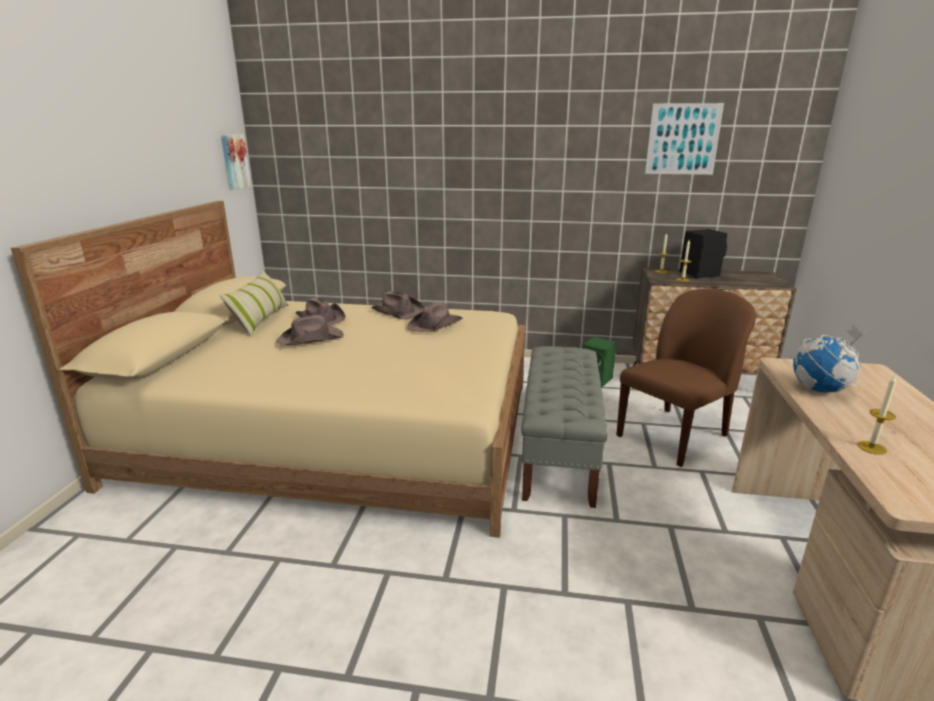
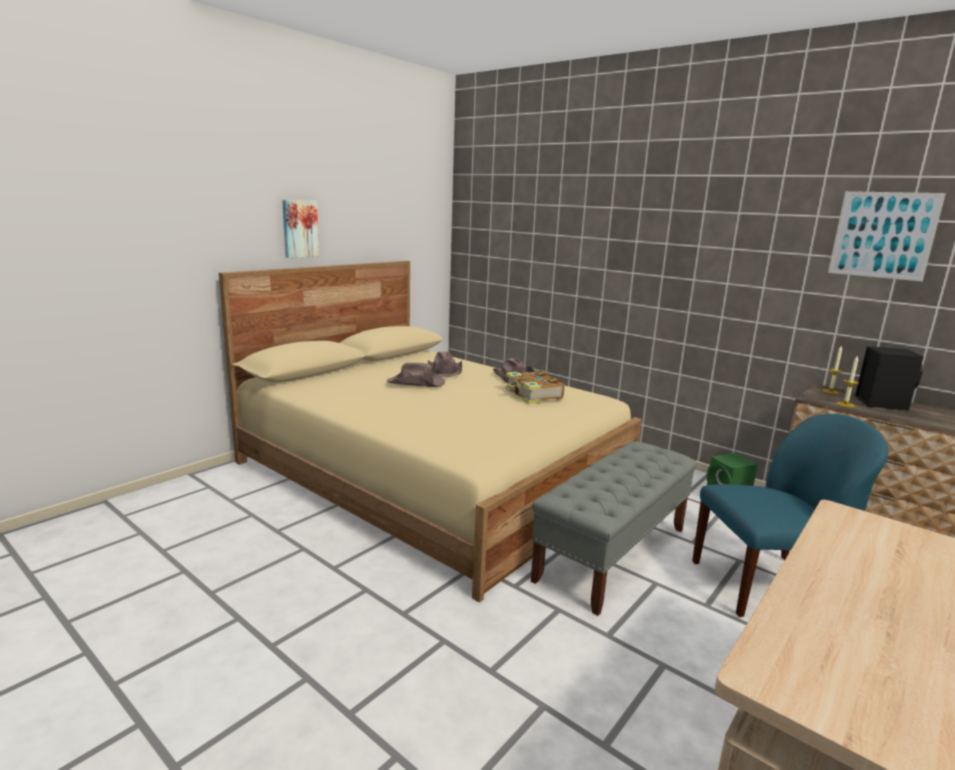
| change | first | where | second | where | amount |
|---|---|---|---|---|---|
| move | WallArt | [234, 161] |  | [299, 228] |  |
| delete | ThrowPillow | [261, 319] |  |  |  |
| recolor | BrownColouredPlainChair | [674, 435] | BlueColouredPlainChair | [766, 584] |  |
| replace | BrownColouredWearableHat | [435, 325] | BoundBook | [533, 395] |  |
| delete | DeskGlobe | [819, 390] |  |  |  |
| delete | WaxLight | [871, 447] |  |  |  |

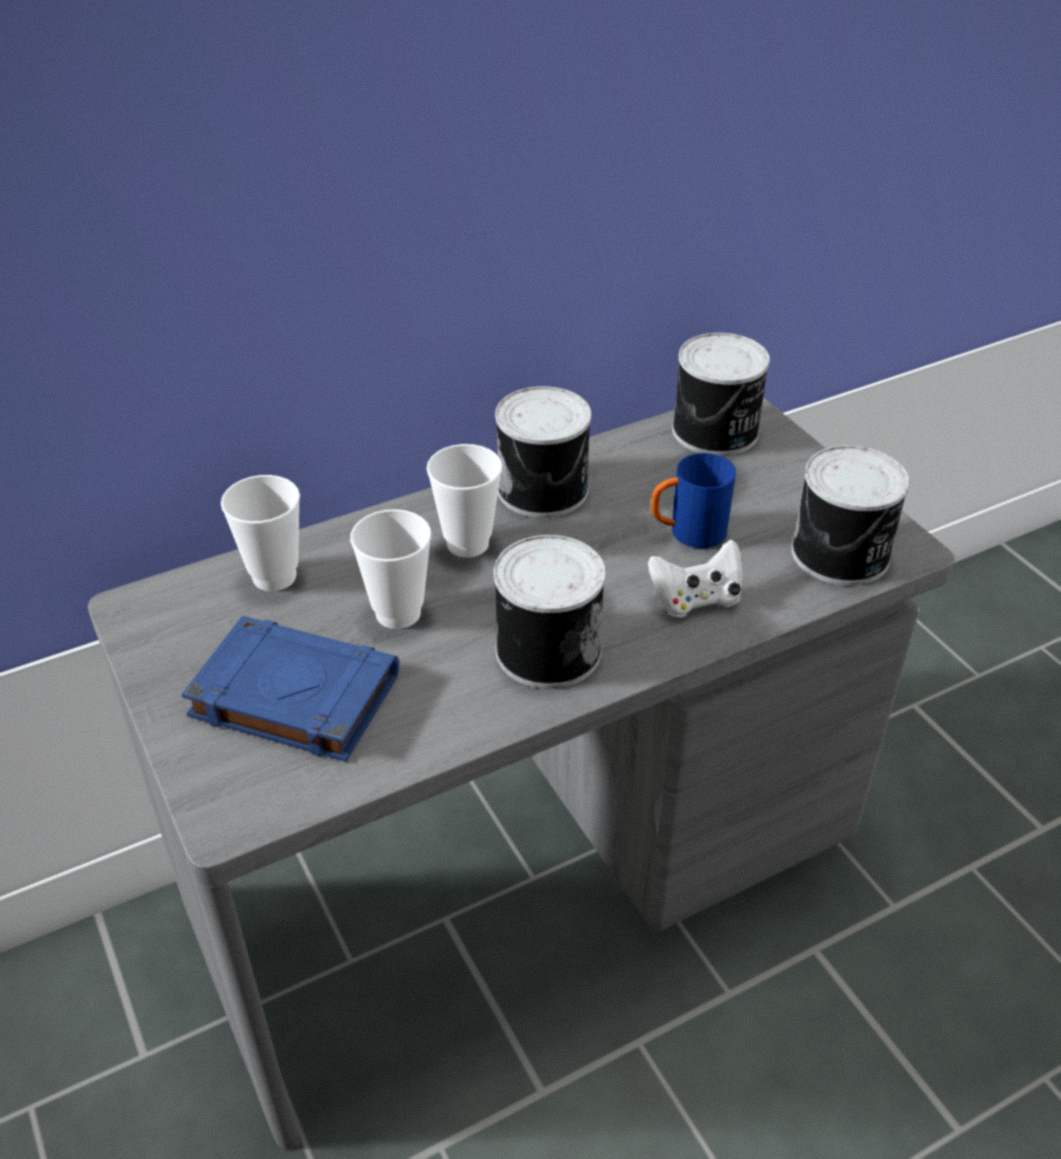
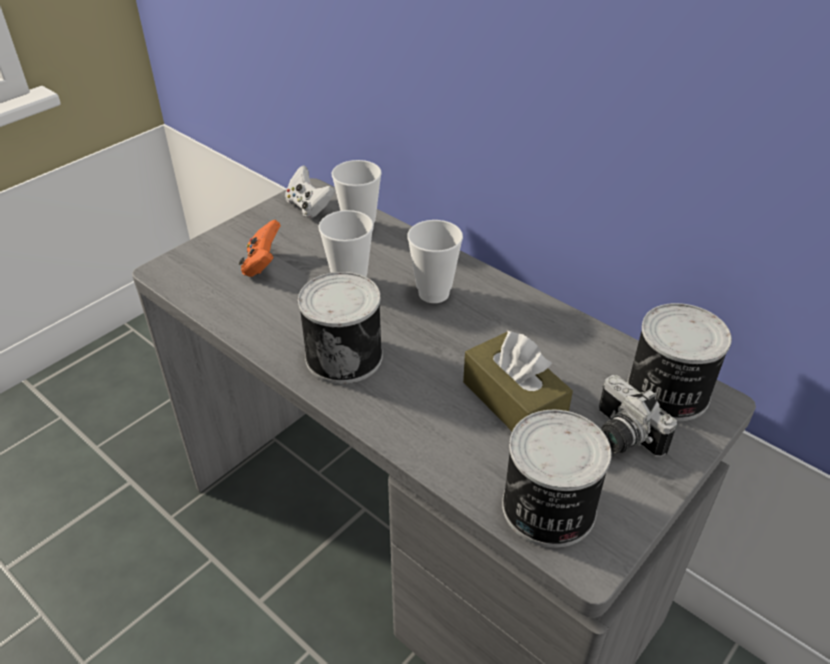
| change | first | where | second | where | amount |
|---|---|---|---|---|---|
| delete | SealedCan | [545, 489] |  |  |  |
| replace | BlueColouredCoffeeMug | [687, 533] | BrownColouredTissueHolder | [513, 401] |  |
| move | WhiteJoypad | [696, 600] |  | [309, 207] |  |
| replace | BlueColouredBoundBook | [292, 696] | OrangeColouredJoypad | [262, 264] |  |
| insert |  |  | StillCamera | [620, 437] |  |

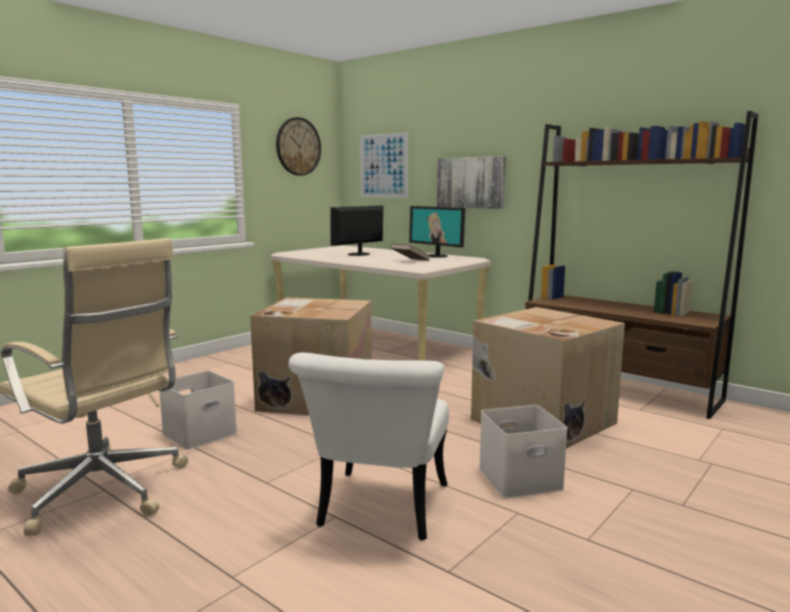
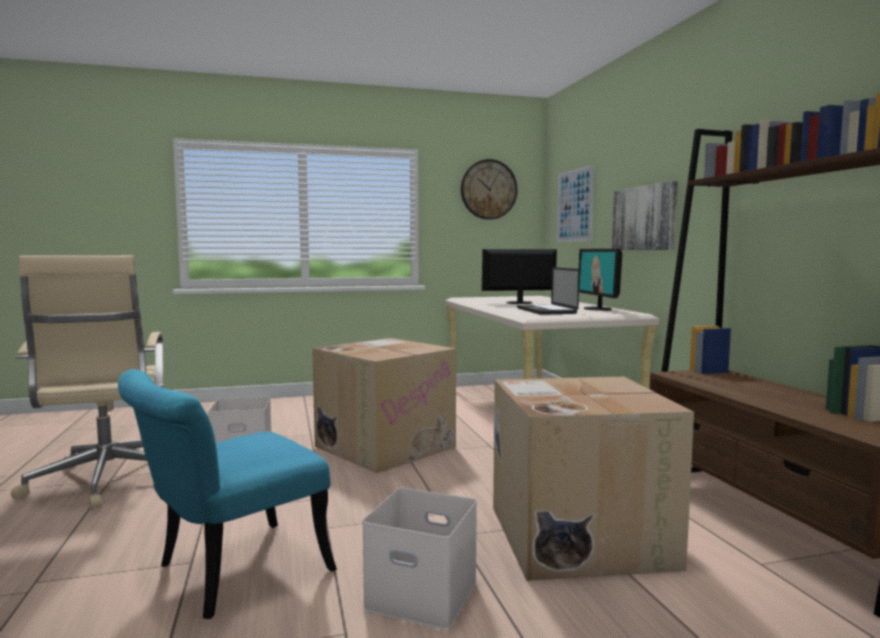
| change | first | where | second | where | amount |
|---|---|---|---|---|---|
| replace | BrownColouredBoundBook | [410, 261] | Laptop | [546, 311] |  |
| recolor | WhitePlainChair | [379, 513] | BlueGreenPlainChair | [227, 574] |  |

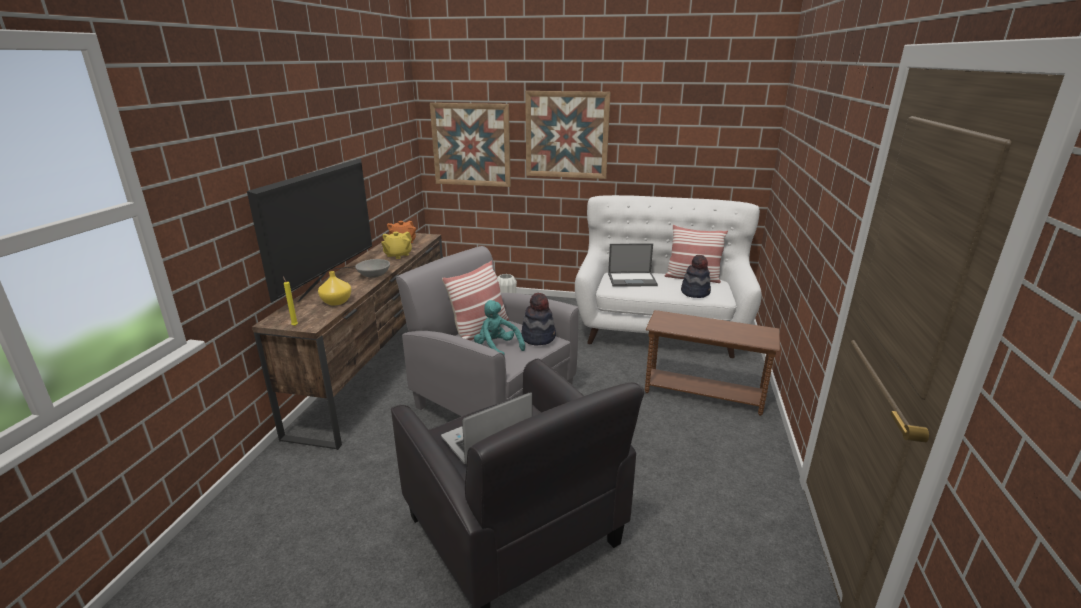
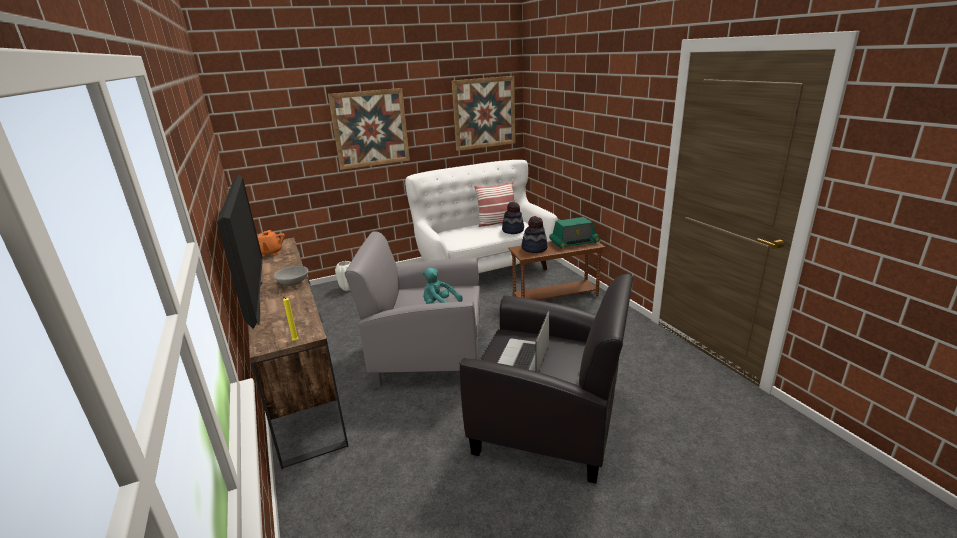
| change | first | where | second | where | amount |
|---|---|---|---|---|---|
| move | WallArt | [471, 145] |  | [484, 113] |  |
| delete | YellowColouredTeaPot | [398, 255] |  |  |  |
| delete | Laptop | [632, 279] |  |  |  |
| delete | ThrowPillow | [480, 330] |  |  |  |
| delete | YellowColouredFlowerVase | [336, 302] |  |  |  |
| move | WearableHat | [538, 337] |  | [534, 248] |  |
| insert |  |  | RadioReceiver | [574, 242] |  |

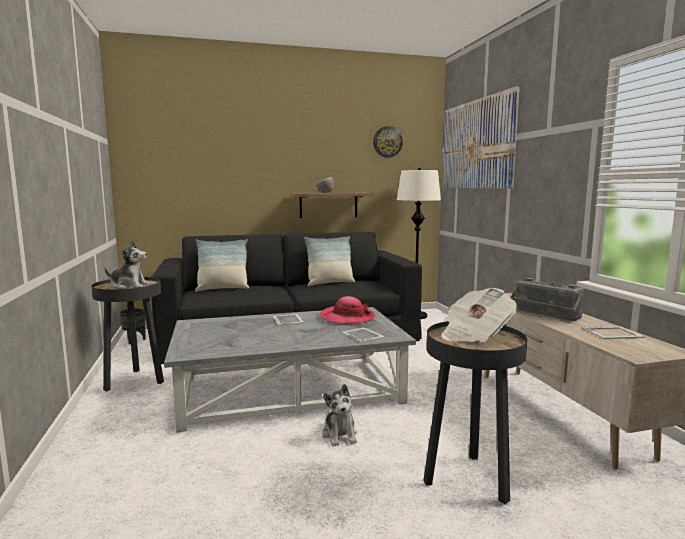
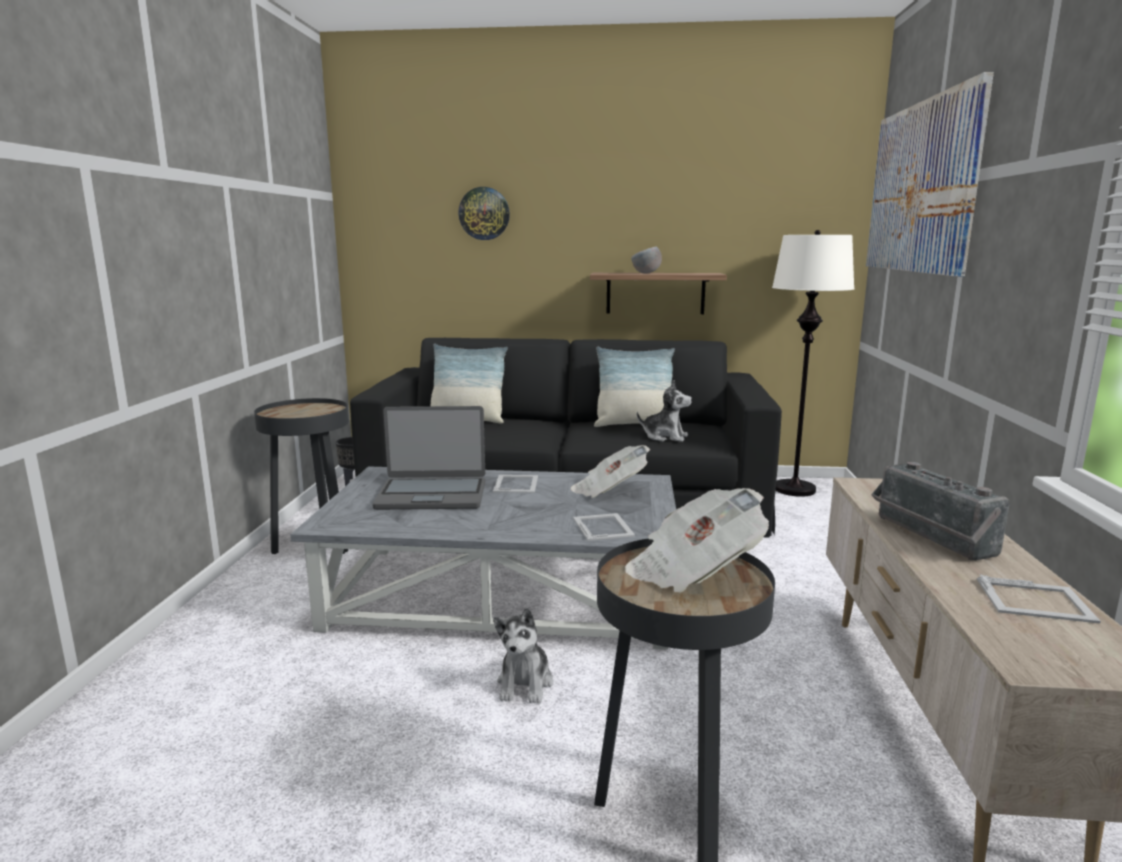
| change | first | where | second | where | amount |
|---|---|---|---|---|---|
| move | WallClock | [387, 142] |  | [484, 213] |  |
| move | CuddlyToy | [129, 286] |  | [665, 437] |  |
| replace | WearableHat | [347, 317] | PrintedPaper | [609, 490] |  |
| insert |  |  | Laptop | [432, 495] |  |

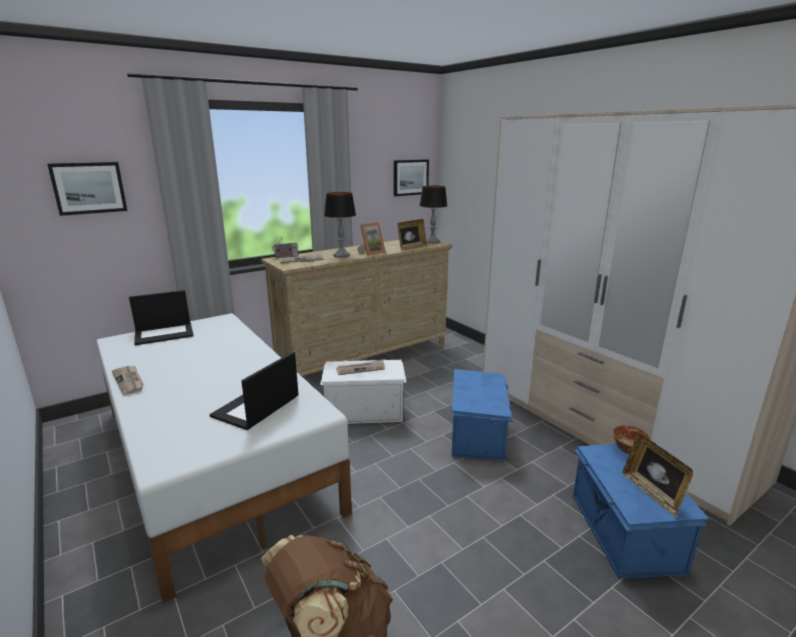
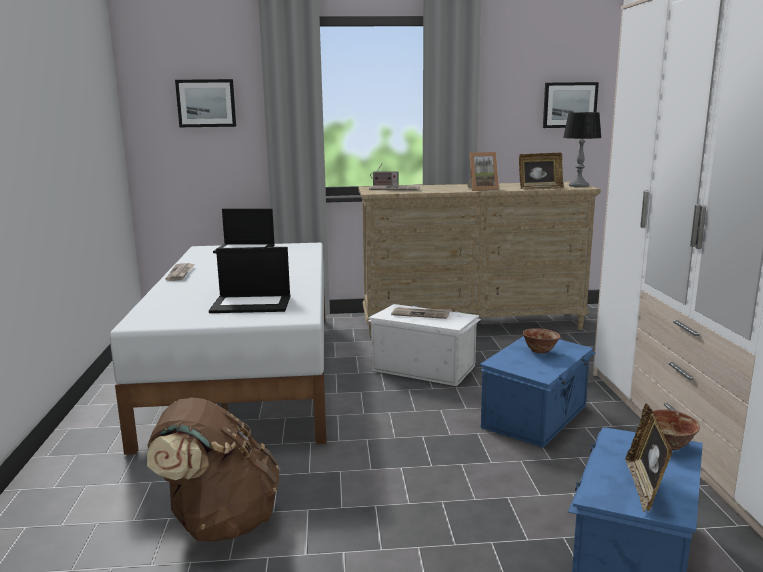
| change | first | where | second | where | amount |
|---|---|---|---|---|---|
| delete | TableLamp | [341, 255] |  |  |  |
| rotate | Laptop | [256, 407] |  | [252, 304] | 150 degrees counterclockwise |
| insert |  |  | DeepDish | [540, 351] |  |

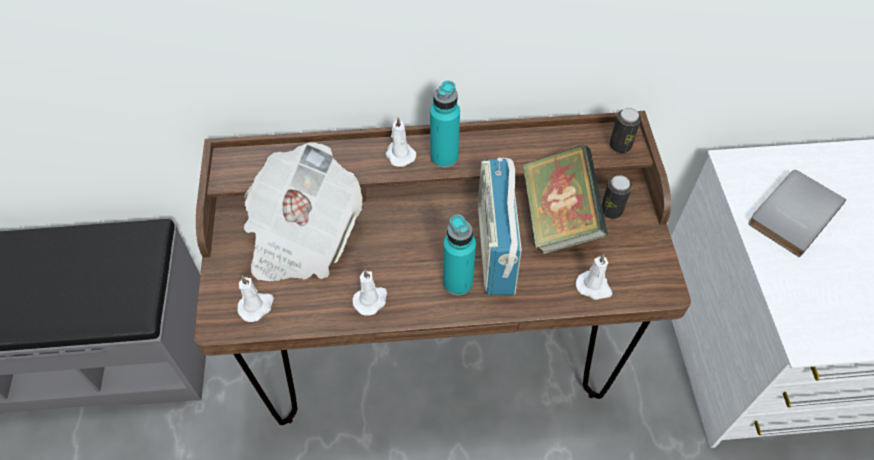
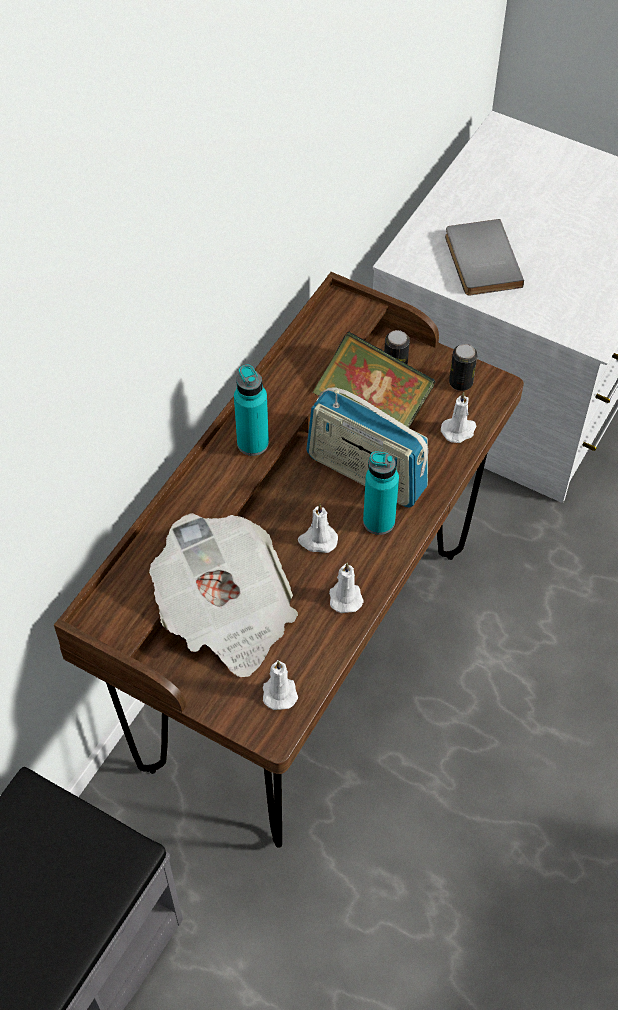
| change | first | where | second | where | amount |
|---|---|---|---|---|---|
| move | SealedCan | [620, 145] |  | [461, 382] |  |
| move | WhiteWaxLight | [399, 154] |  | [317, 540] |  |

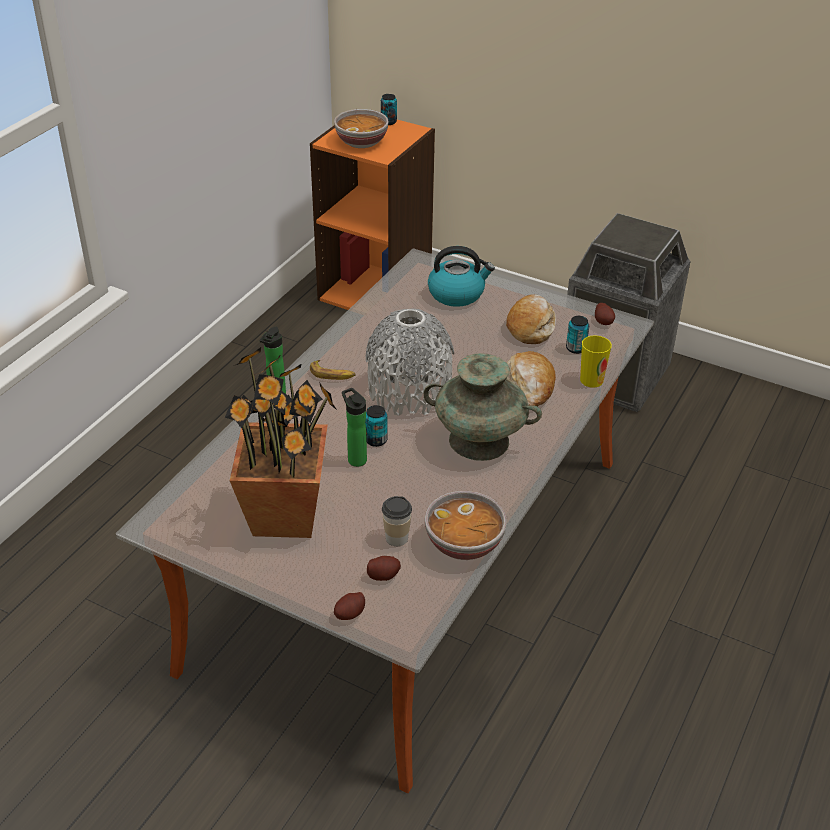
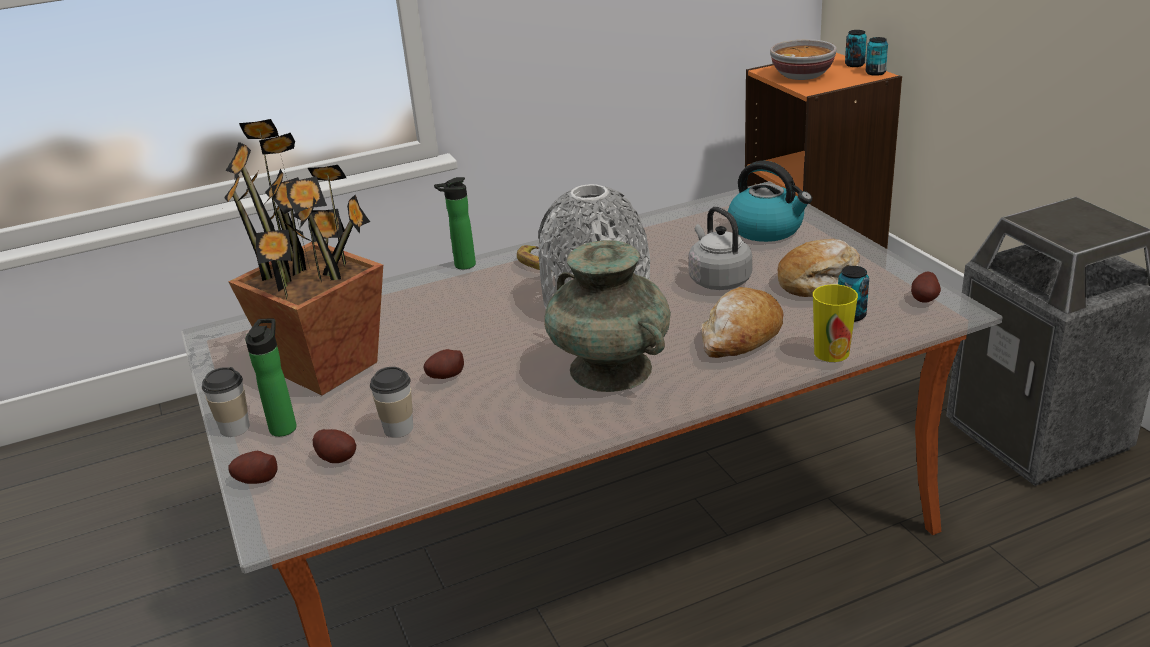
| change | first | where | second | where | amount |
|---|---|---|---|---|---|
| move | DrinkBottle | [355, 458] |  | [284, 426] |  |
| move | SealedCan | [376, 440] |  | [875, 73] |  |
| delete | DeepDish | [464, 544] |  |  |  |
| insert |  |  | GreyWaterKettle | [718, 280] |  |
| insert |  |  | WholePotato | [445, 376] |  |
| insert |  |  | SmallCup | [234, 428] |  |

